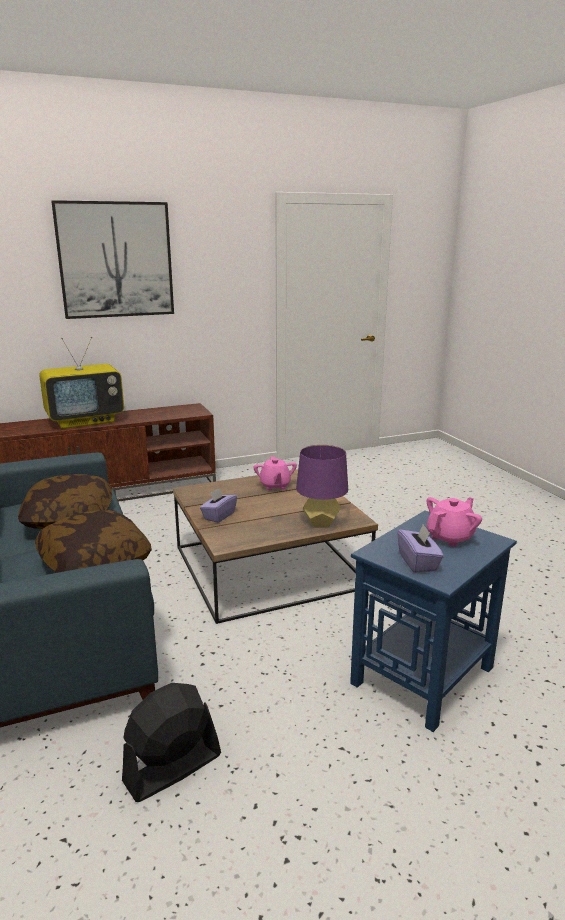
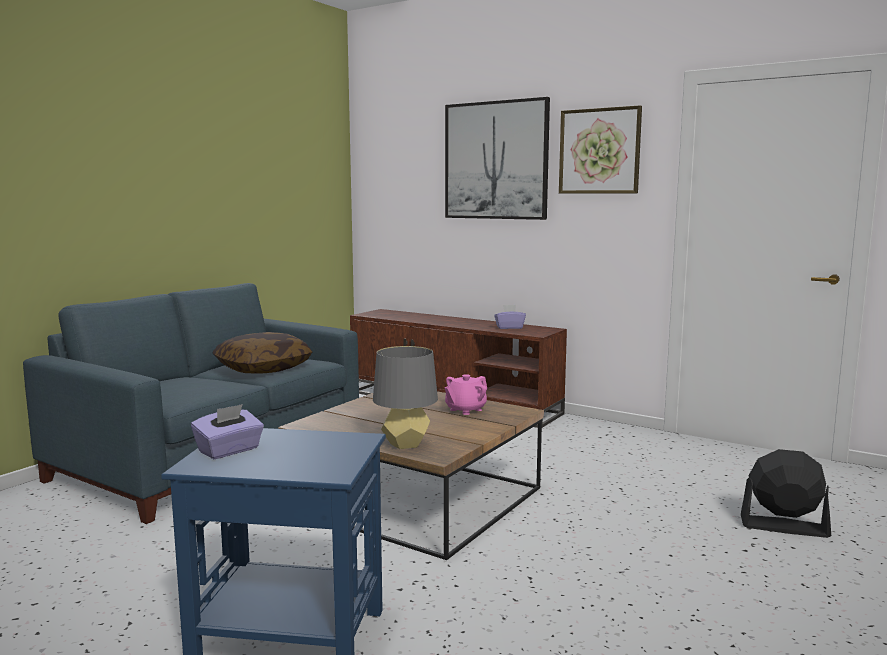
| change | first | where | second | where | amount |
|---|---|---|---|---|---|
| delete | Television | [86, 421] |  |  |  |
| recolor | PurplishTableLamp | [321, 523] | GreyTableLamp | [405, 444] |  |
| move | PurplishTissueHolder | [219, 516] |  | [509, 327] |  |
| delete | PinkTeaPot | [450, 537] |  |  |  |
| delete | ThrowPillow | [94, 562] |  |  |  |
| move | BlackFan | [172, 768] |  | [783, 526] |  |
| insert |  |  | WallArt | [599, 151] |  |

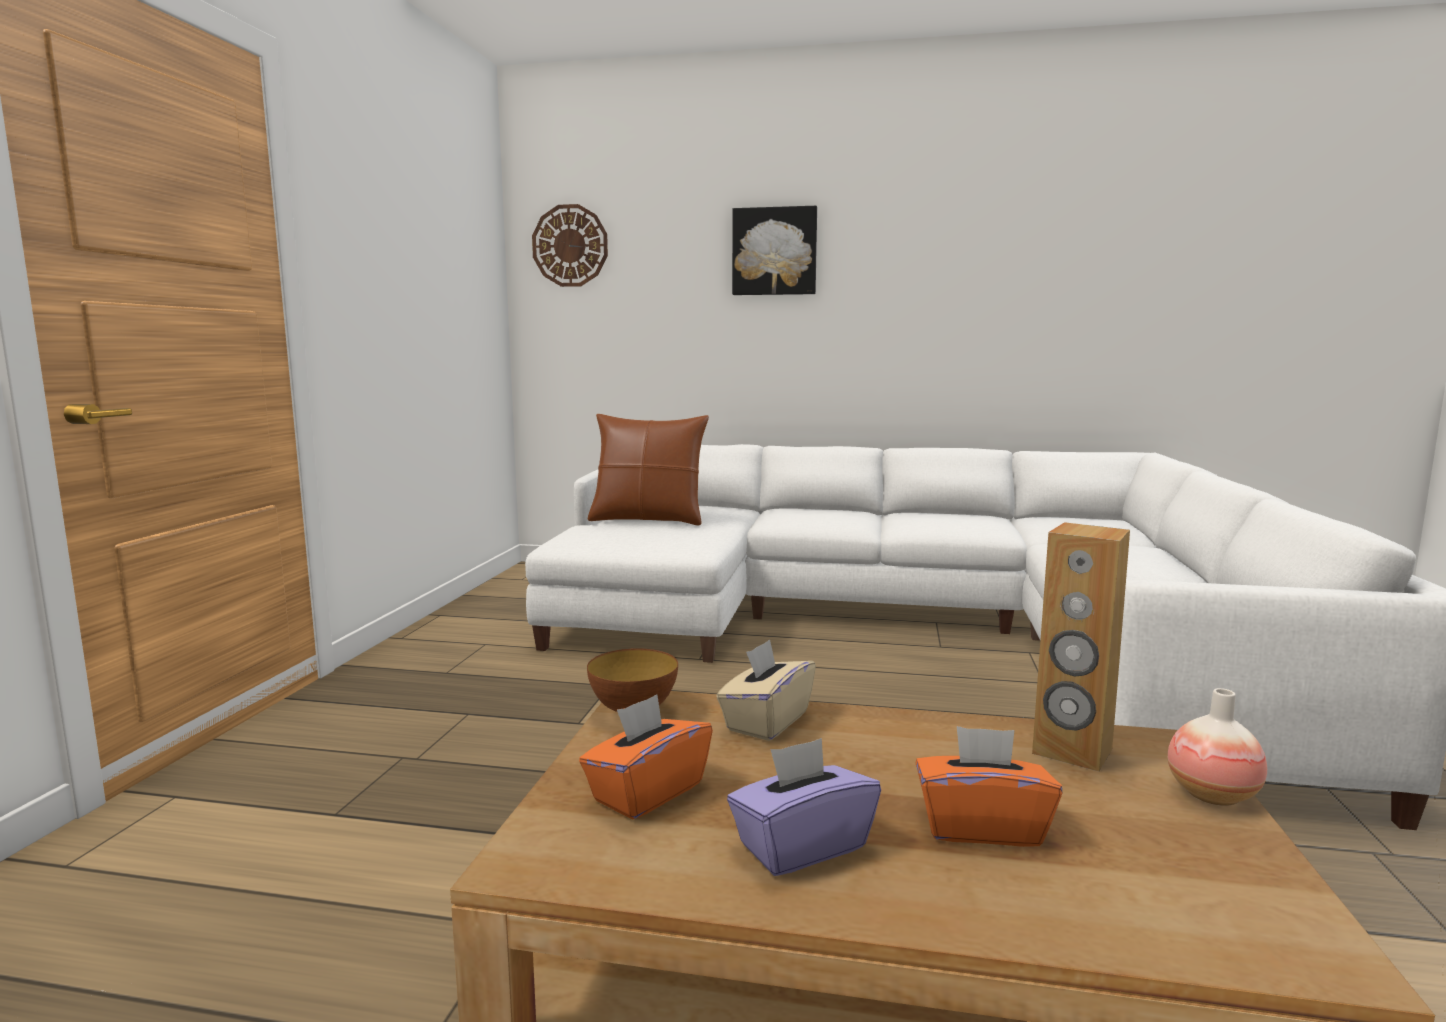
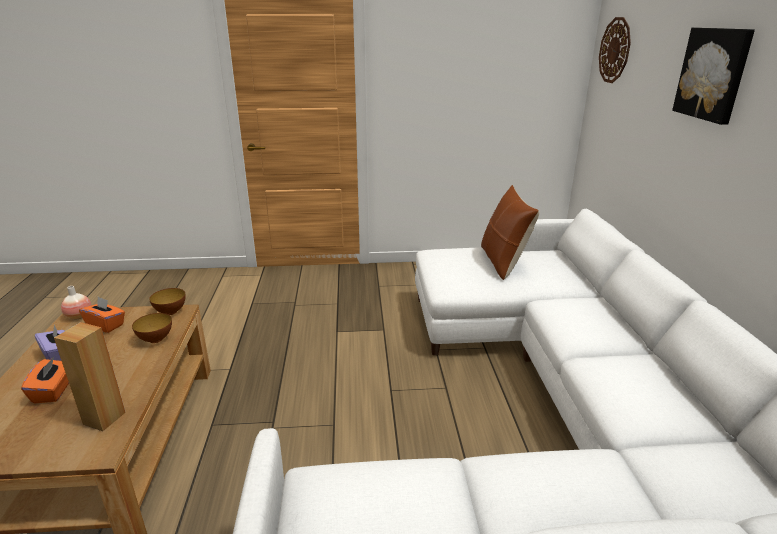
| change | first | where | second | where | amount |
|---|---|---|---|---|---|
| replace | BeigeColouredTissueHolder | [766, 721] | DeepDish | [156, 339] |  |
| move | FlowerVase | [1212, 795] |  | [79, 316] |  |

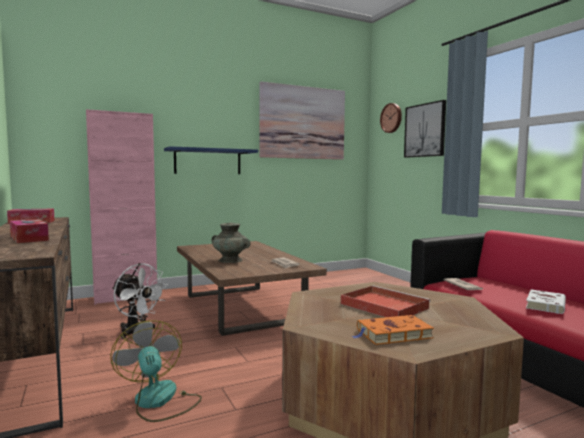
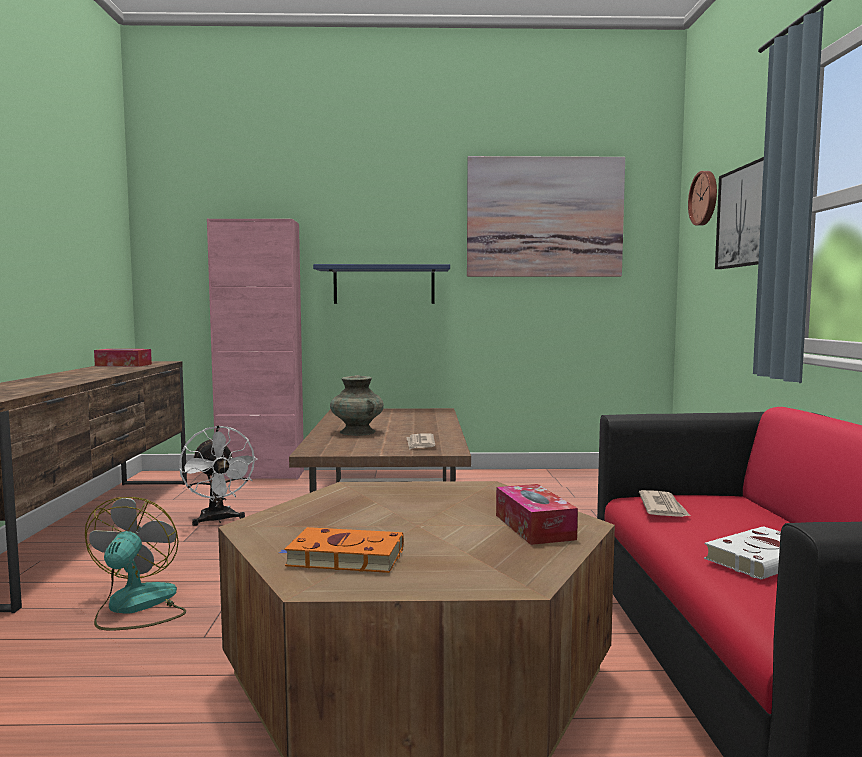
| change | first | where | second | where | amount |
|---|---|---|---|---|---|
| move | TissueHolder | [29, 238] |  | [534, 527] |  |
| delete | ReddishTray | [382, 305] |  |  |  |

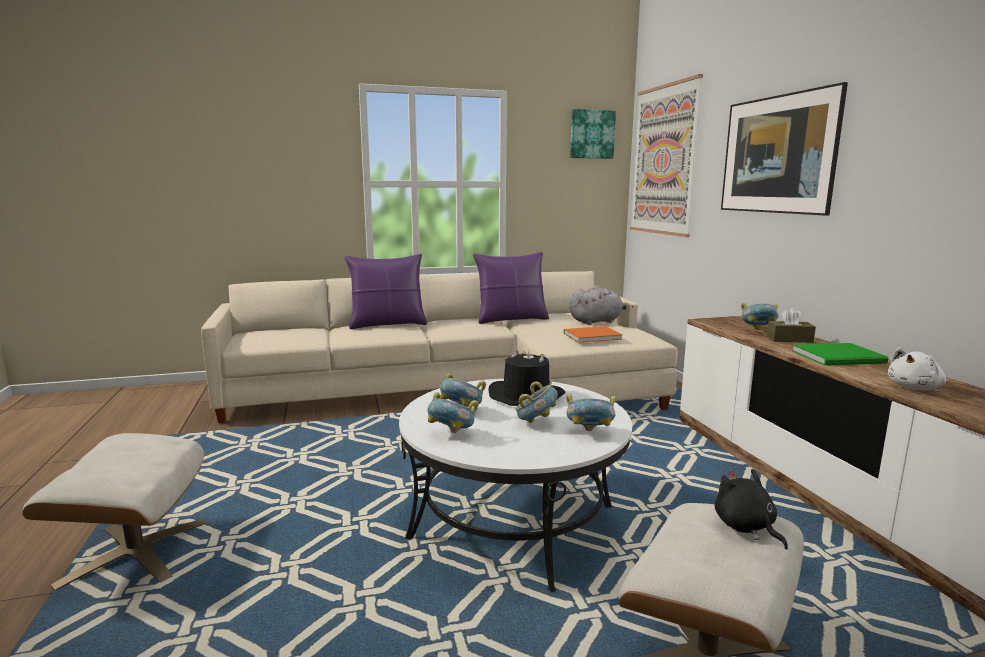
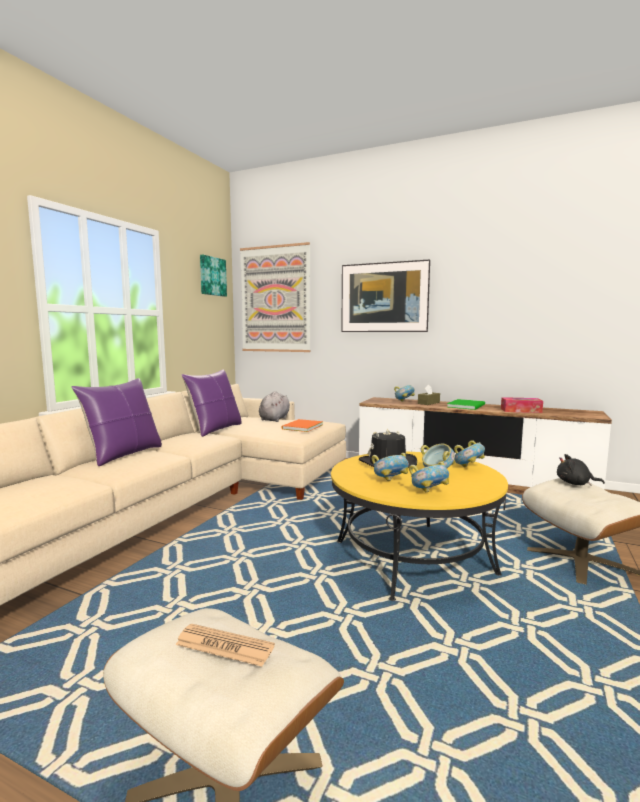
| change | first | where | second | where | amount |
|---|---|---|---|---|---|
| replace | WhiteCuddlyToy | [915, 388] | TissueHolder | [521, 410] |  |
| recolor | WhiteCoffeeTable | [513, 522] | YellowColouredCoffeeTable | [413, 557] |  |
| insert |  |  | PrintedPaper | [224, 646] |  |

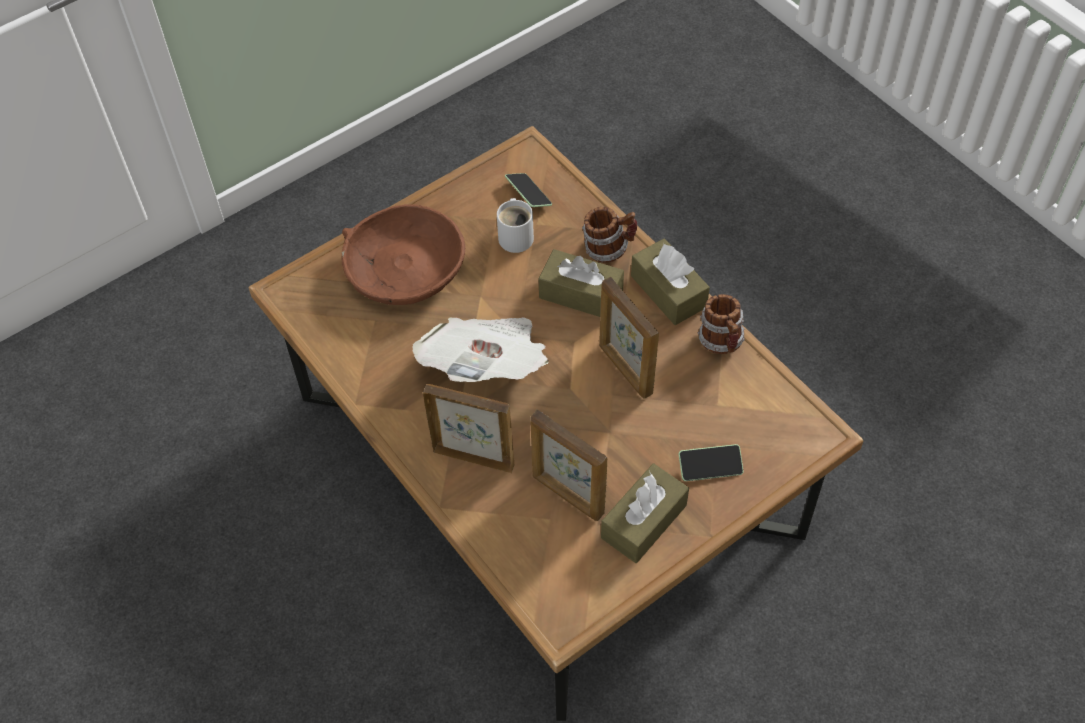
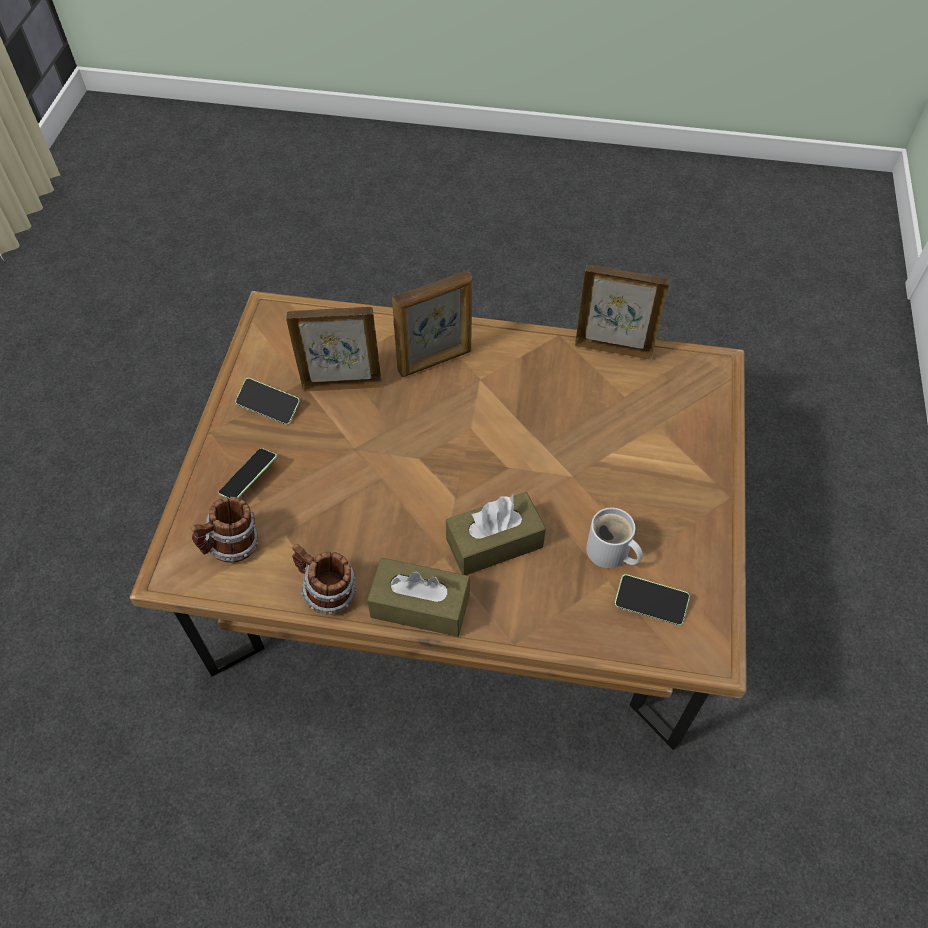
| change | first | where | second | where | amount |
|---|---|---|---|---|---|
| delete | BrownColouredDeepDish | [404, 269] |  |  |  |
| move | CoffeeMug | [608, 249] |  | [232, 547] |  |
| move | PictureFrame | [625, 370] |  | [613, 348] |  |
| delete | PrintedPaper | [487, 367] |  |  |  |
| replace | BrownColouredTissueHolder | [644, 521] | Handset | [269, 407] |  |

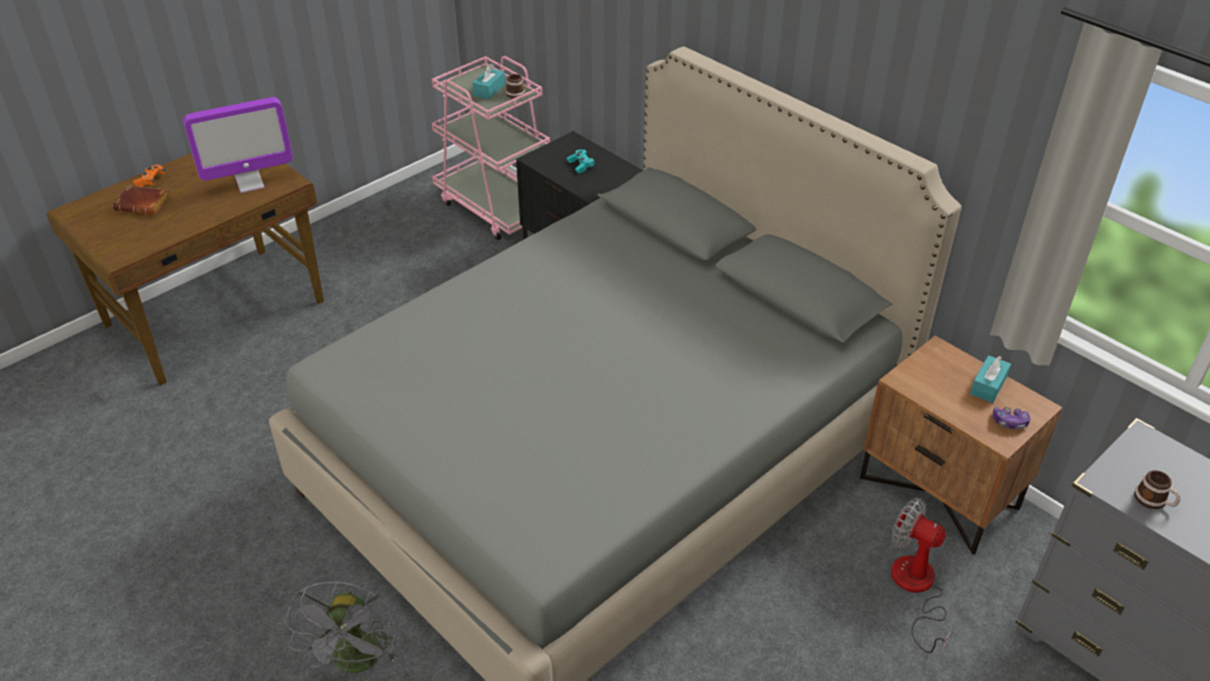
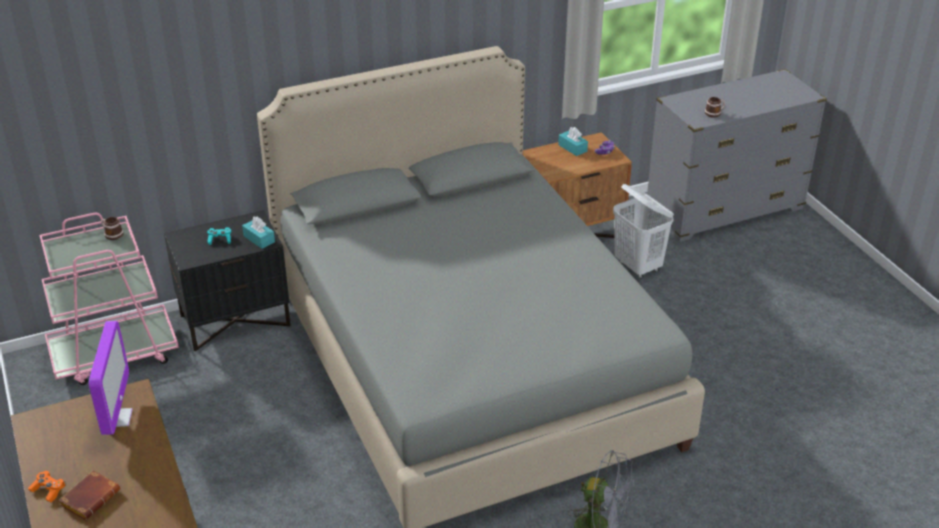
| change | first | where | second | where | amount |
|---|---|---|---|---|---|
| move | BlueGreenTissueHolder | [489, 90] |  | [259, 239] |  |
| replace | Fan | [916, 589] | WhiteWashingBasket | [638, 266] |  |

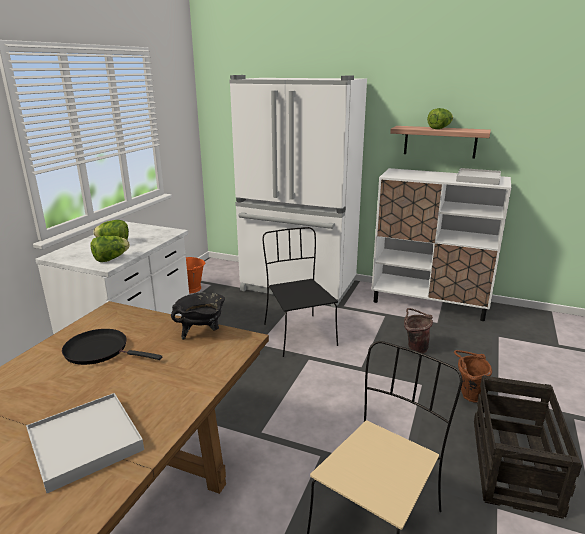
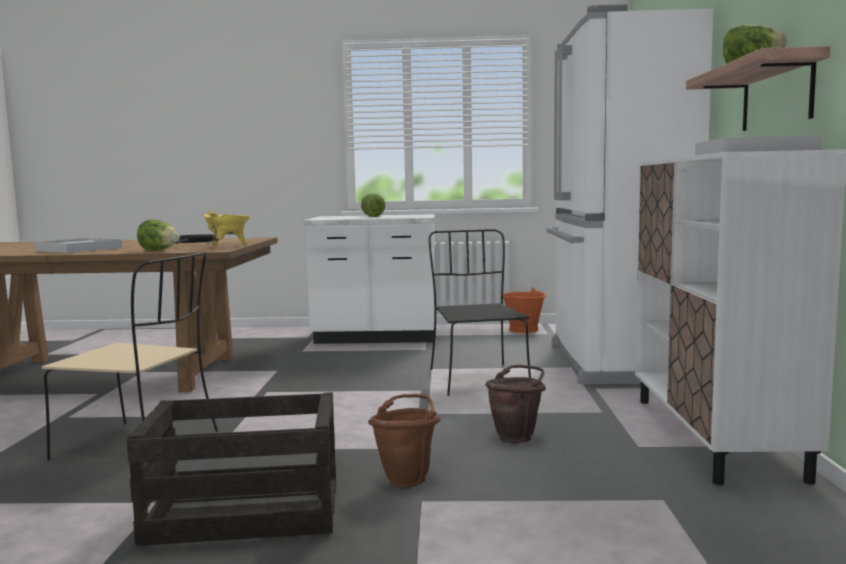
| change | first | where | second | where | amount |
|---|---|---|---|---|---|
| rotate | BlackPlainChair | [298, 334] |  | [477, 379] | 60 degrees counterclockwise |
| move | HeadOfLettuce | [111, 259] |  | [160, 250] |  |
| recolor | BlackSaucepot | [202, 332] | YellowColouredSaucepot | [227, 246] |  |

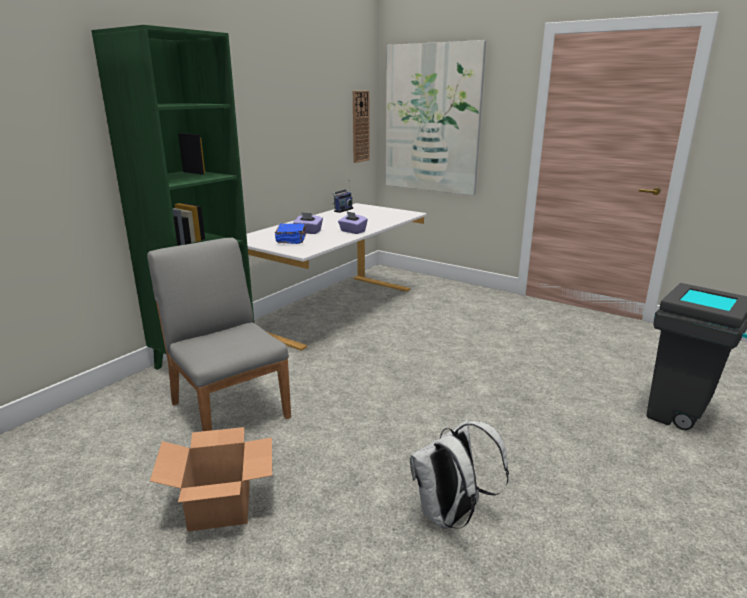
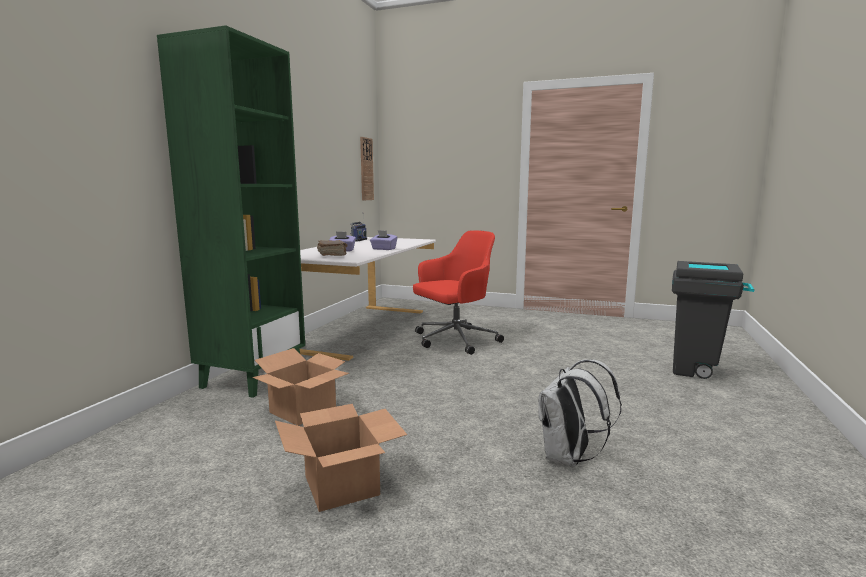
| change | first | where | second | where | amount |
|---|---|---|---|---|---|
| delete | WallArt | [432, 119] |  |  |  |
| recolor | BlueColouredBoundBook | [291, 240] | BrownColouredBoundBook | [332, 255] |  |
| replace | GreyPlainChair | [230, 409] | PackingBox | [303, 410] |  |
| insert |  |  | ReddishComputerChair | [454, 340] |  |

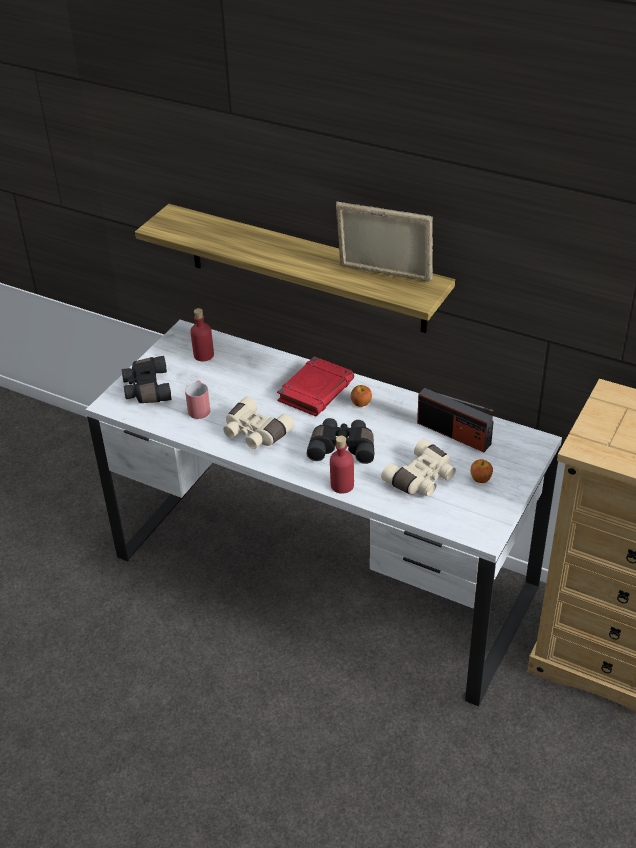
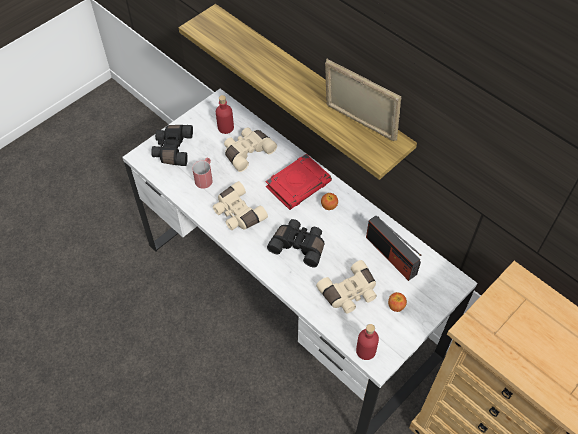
| change | first | where | second | where | amount |
|---|---|---|---|---|---|
| move | ReddishDrinkBottle | [342, 485] |  | [365, 351] |  |
| insert |  |  | BeigeColouredPairOfBinoculars | [247, 152] |  |

